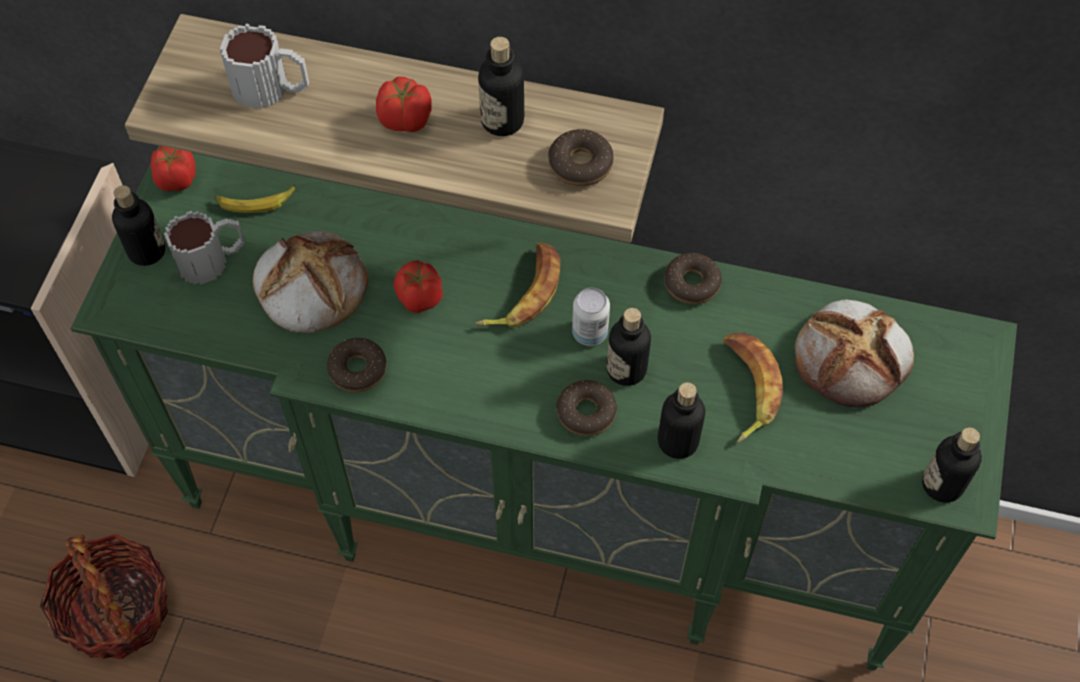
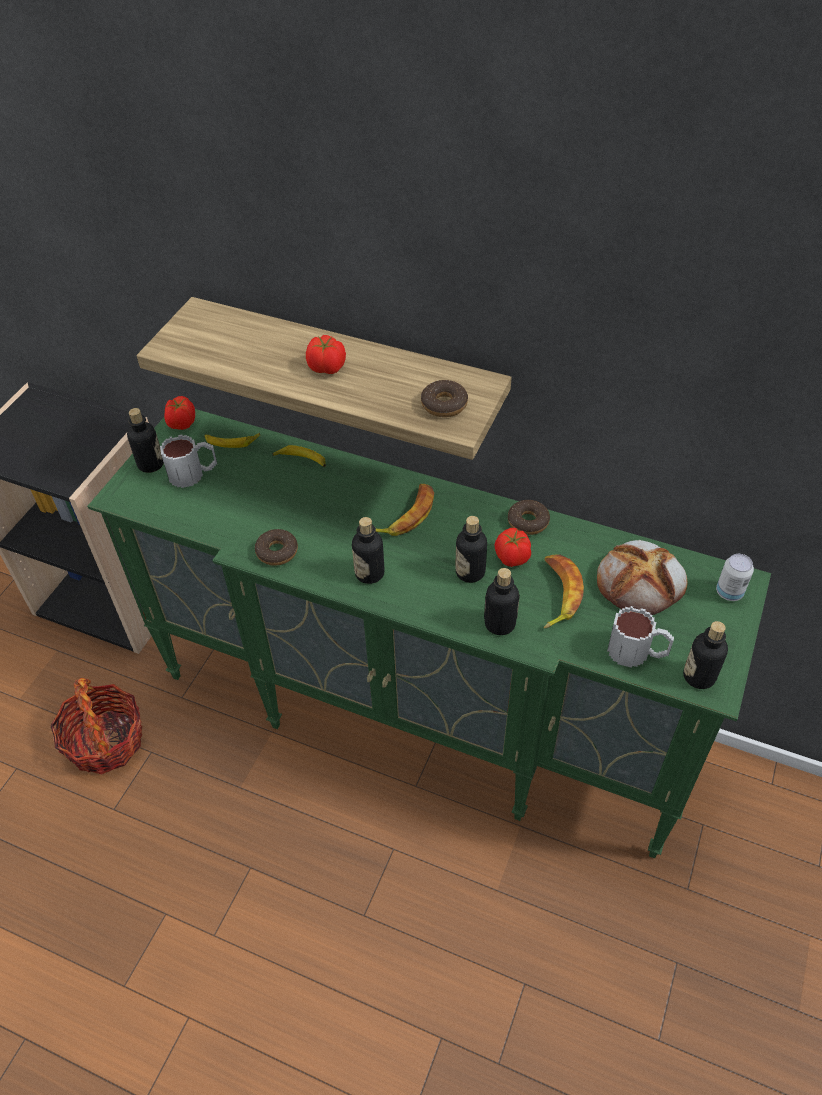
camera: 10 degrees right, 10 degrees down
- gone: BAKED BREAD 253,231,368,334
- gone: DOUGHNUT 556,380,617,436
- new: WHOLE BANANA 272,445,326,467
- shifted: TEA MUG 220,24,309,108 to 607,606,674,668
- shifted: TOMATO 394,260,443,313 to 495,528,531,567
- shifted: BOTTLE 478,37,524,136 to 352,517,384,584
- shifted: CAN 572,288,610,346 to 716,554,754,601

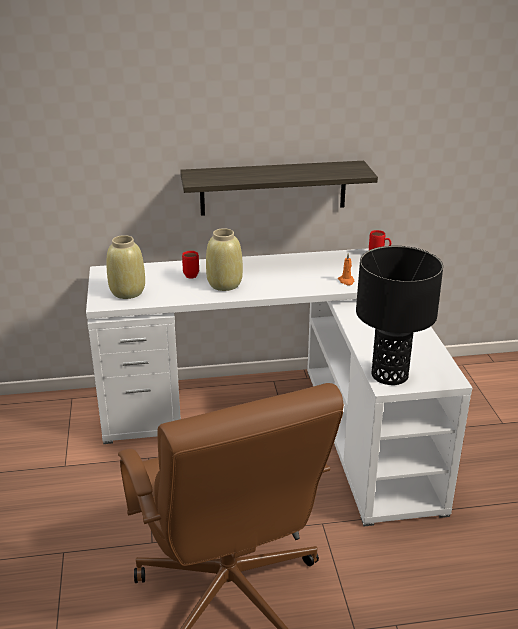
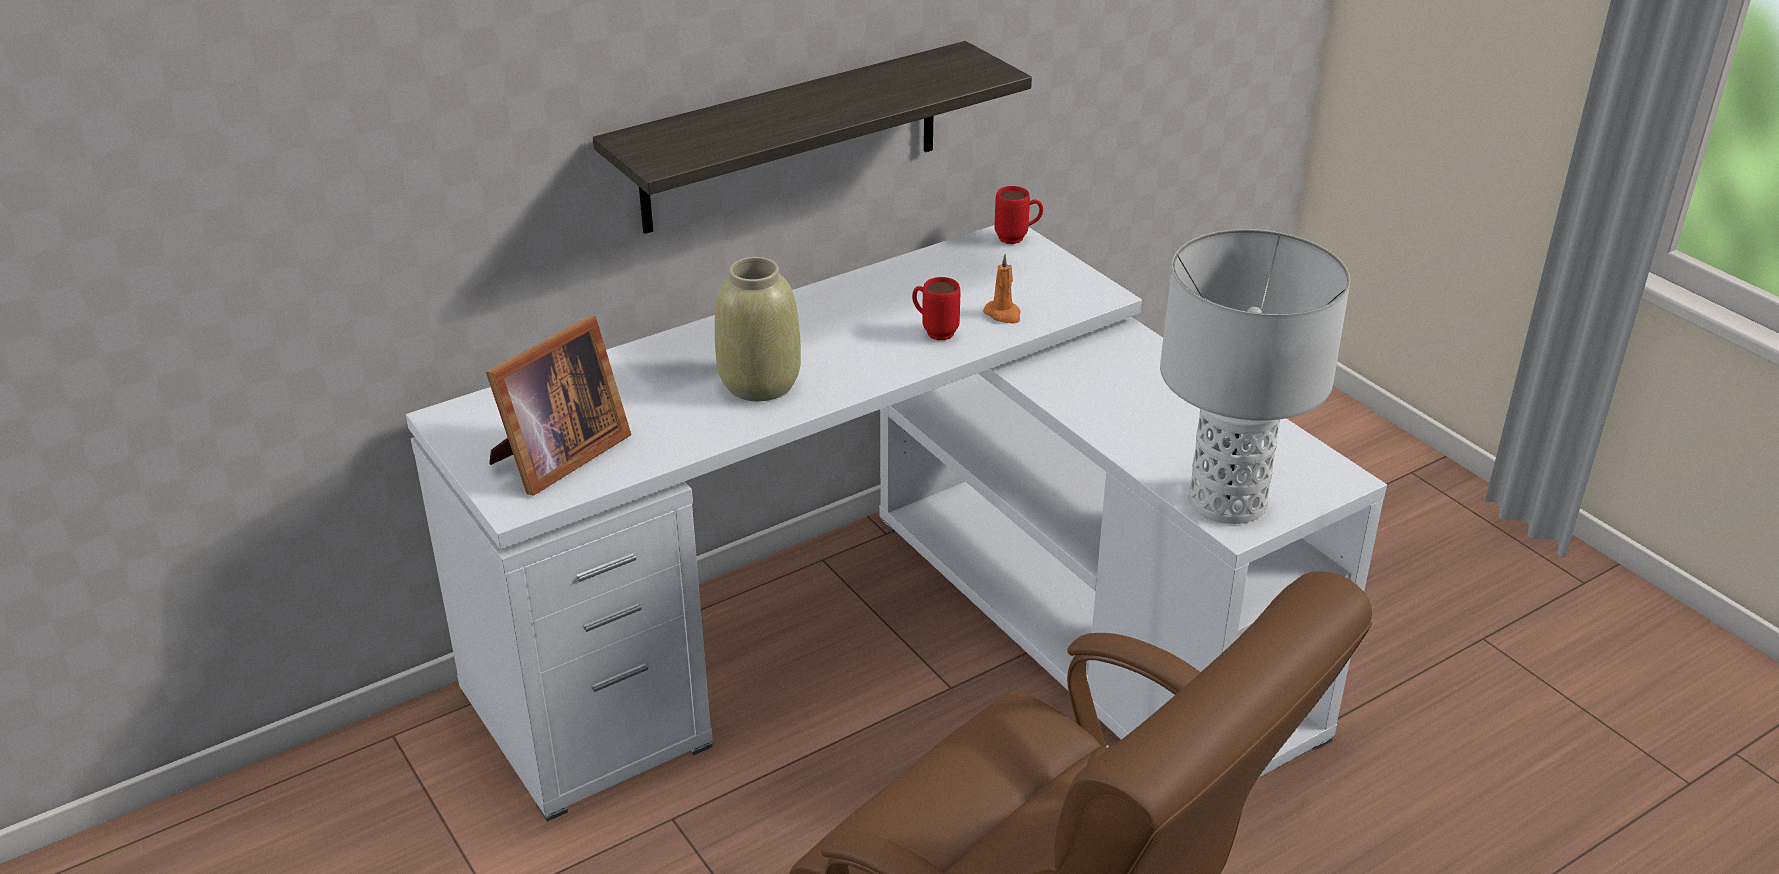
camera: 25 degrees left, 5 degrees up
- shifted: RED TEA MUG 182,251,199,279 to 912,277,960,340
- swapped: BEIGE-COLOURED DECORATIVE VASE 106,235,145,299 to STANDING FRAME 486,316,631,496
- repainted: BLACK LAMP FOR A TABLE 356,246,443,385 to WHITE LAMP FOR A TABLE 1160,229,1350,524

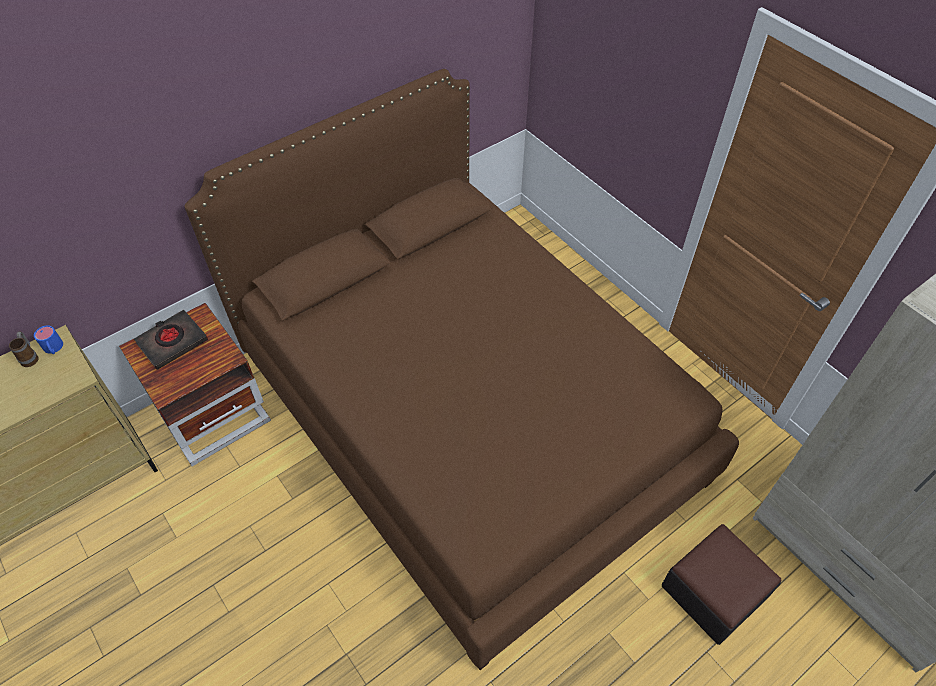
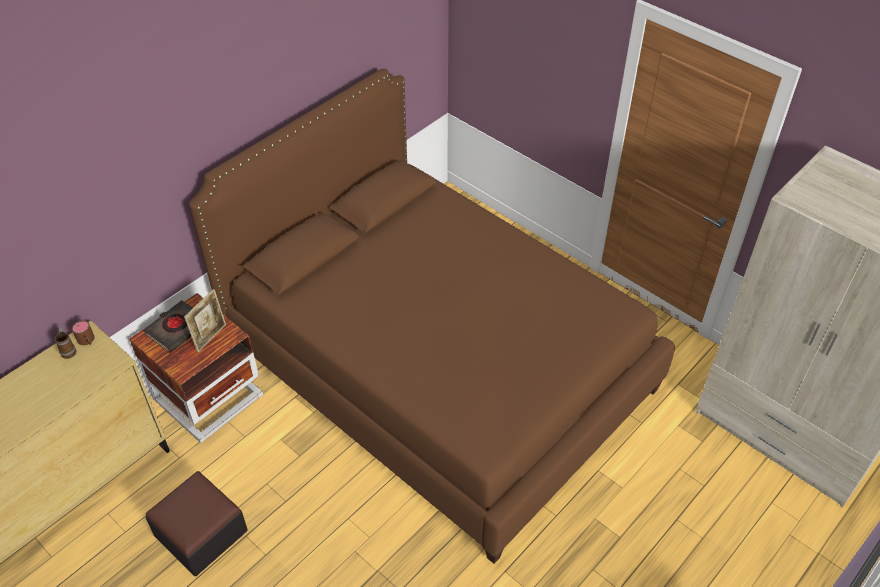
camera: 10 degrees left, 5 degrees down
- new: STANDING FRAME 184,289,226,353
- shifted: FOOTREST 662,524,781,645 to 146,471,248,576
- repainted: BLUISH TEA MUG 34,325,63,354 to BROWN TEA MUG 72,321,95,345

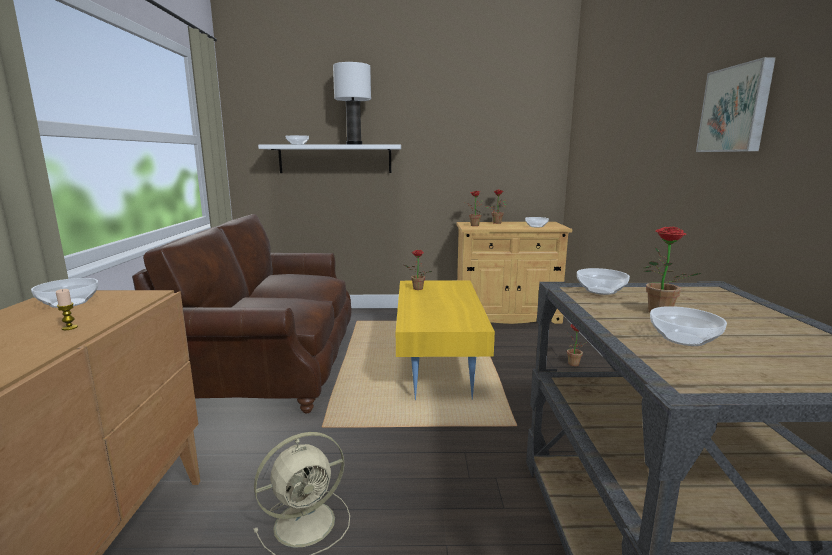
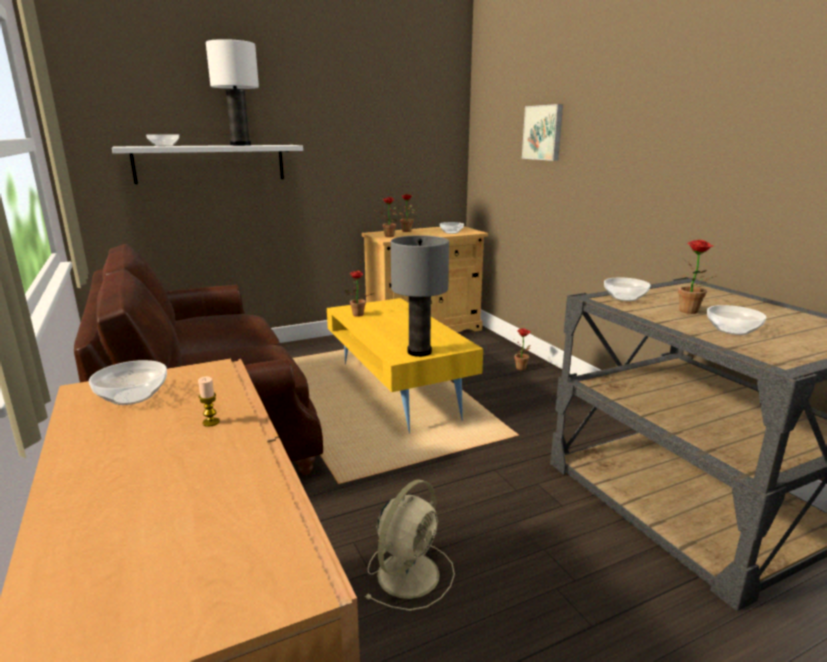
camera: 25 degrees left, 5 degrees up
- new: GREYISH LAMP FOR A TABLE 391,235,449,357
- shifted: WALL ART 696,57,776,152 to 522,104,563,161

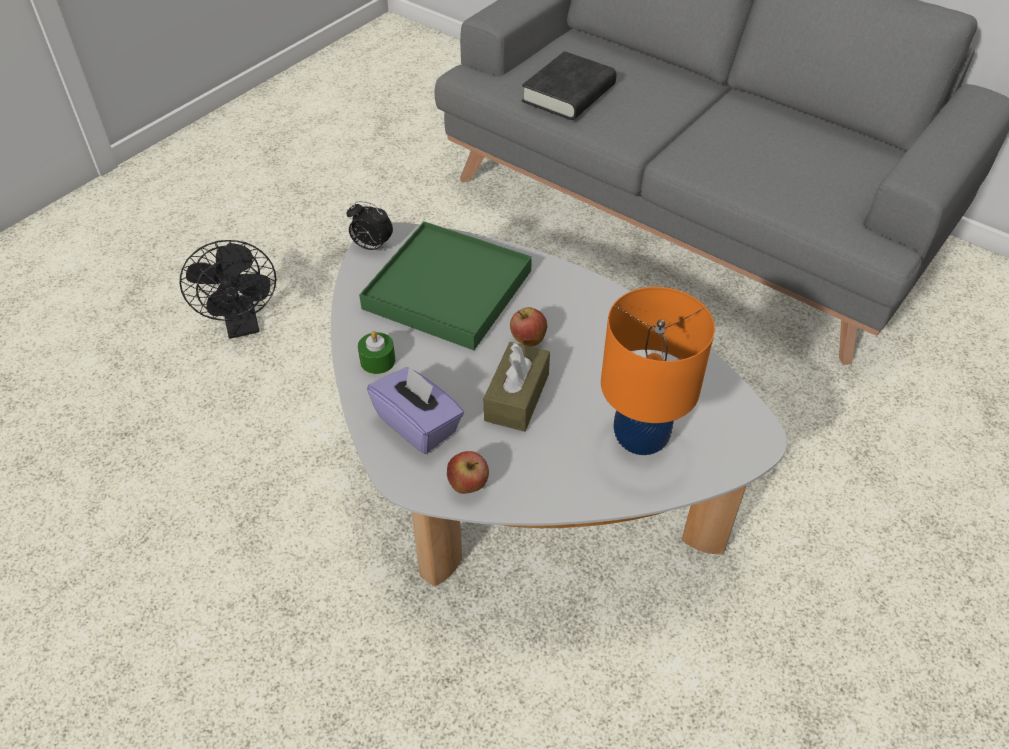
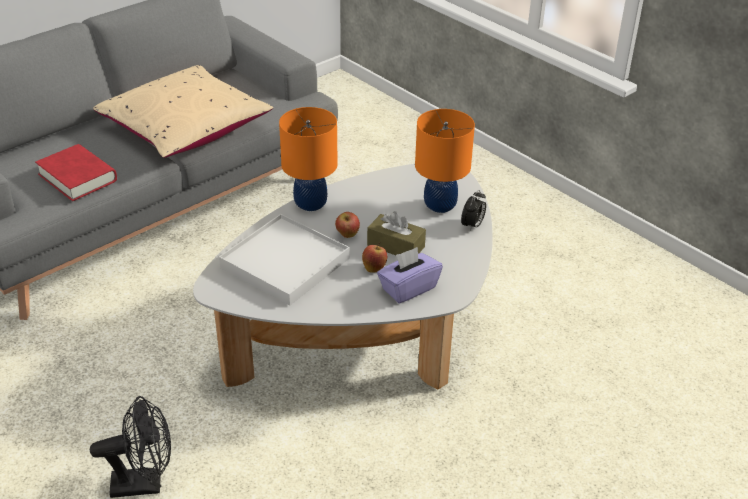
camera: 80 degrees left, 10 degrees down
- gone: GREENISH CANDLE 358,331,395,374
- new: BEIGE-COLOURED CUSHION 93,65,273,158
- new: ORANGEY LAMP FOR A TABLE 279,107,338,211
- shifted: BEDSIDE CLOCK 346,201,393,251 to 461,190,486,231
- shifted: WHOLE APPLE 447,451,489,494 to 362,242,387,273
- repainted: GREENISH CARRYING TRAY 359,221,532,350 to WHITE CARRYING TRAY 219,214,350,306
- repainted: BLACK BOUND BOOK 522,51,617,120 to RED BOUND BOOK 35,144,117,201

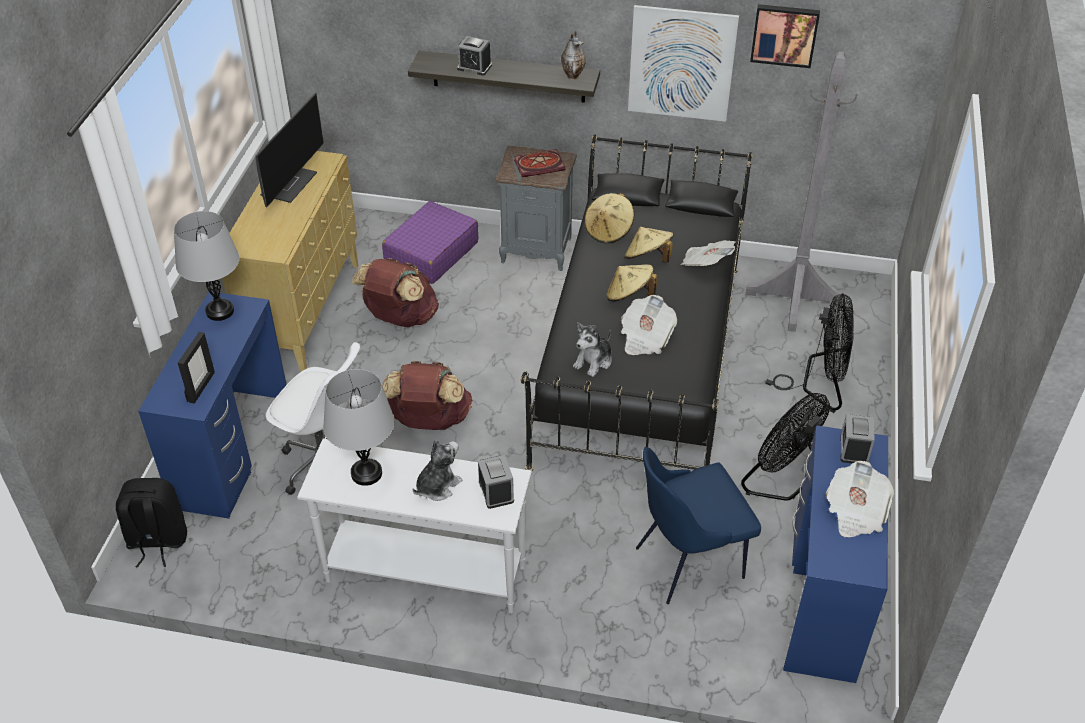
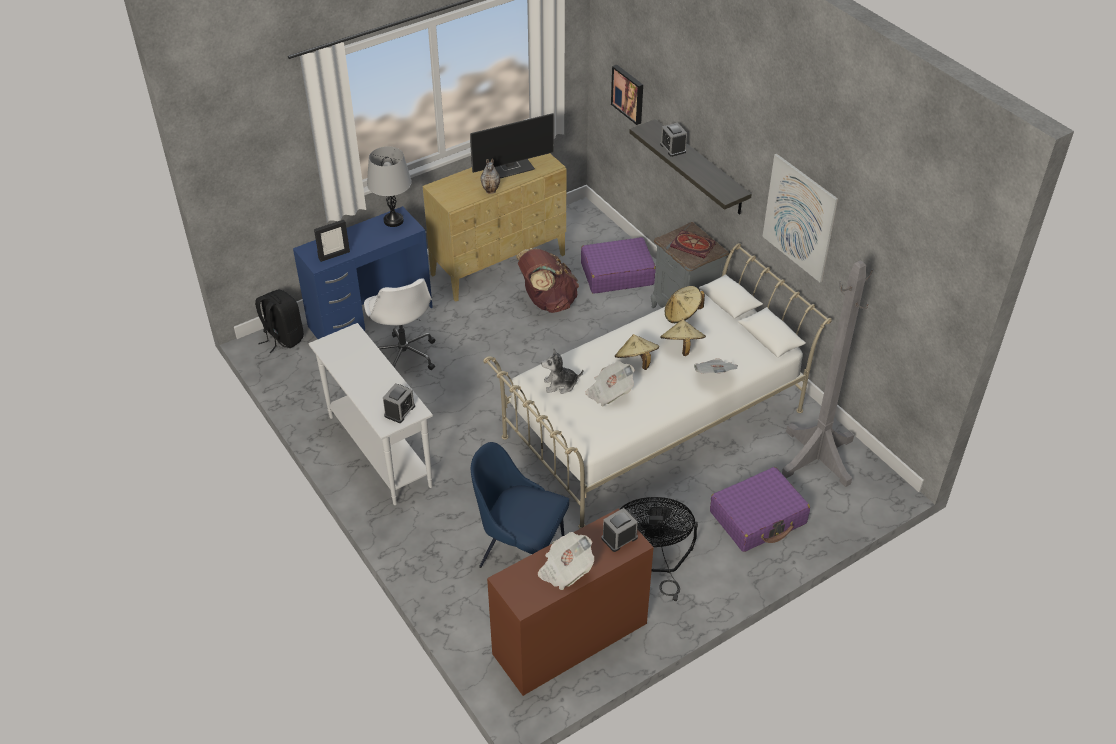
camera: 45 degrees right, 0 degrees up
- gone: GREYISH LAMP FOR A TABLE 323,369,395,486
- gone: BROWN BACKPACK 382,361,473,430
- gone: CUDDLY TOY 413,440,463,501
- shifted: DECORATIVE VASE 561,31,586,80 to 480,159,500,194
- shifted: WALL ART 750,4,820,68 to 611,65,643,125
- swapped: BLACK ELECTRIC FAN 764,293,854,413 to PURPLE SUITCASE 710,467,810,552
- repainted: BLACK BED 520,134,753,471 to WHITE BED 483,243,832,529
- repainted: BLUISH DESK UNIT 783,425,888,683 to BROWN DESK UNIT 487,508,654,696

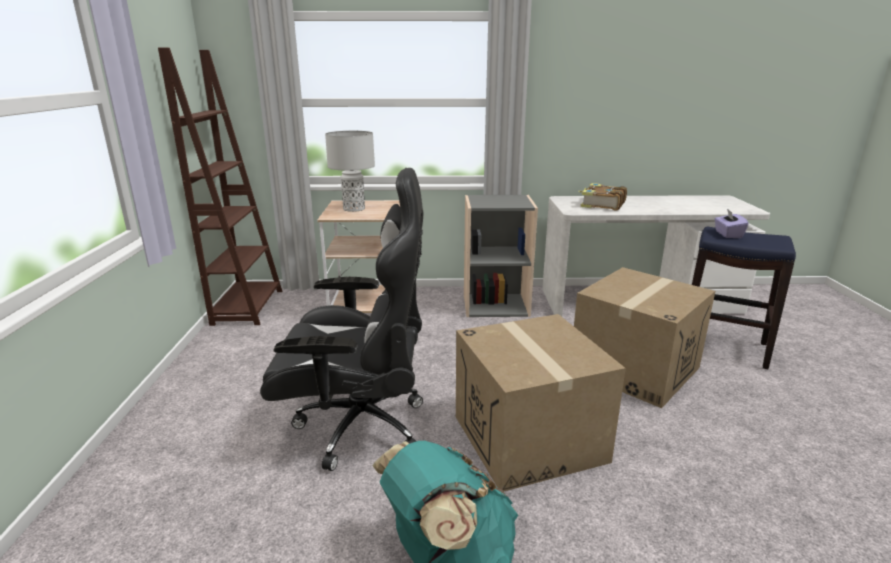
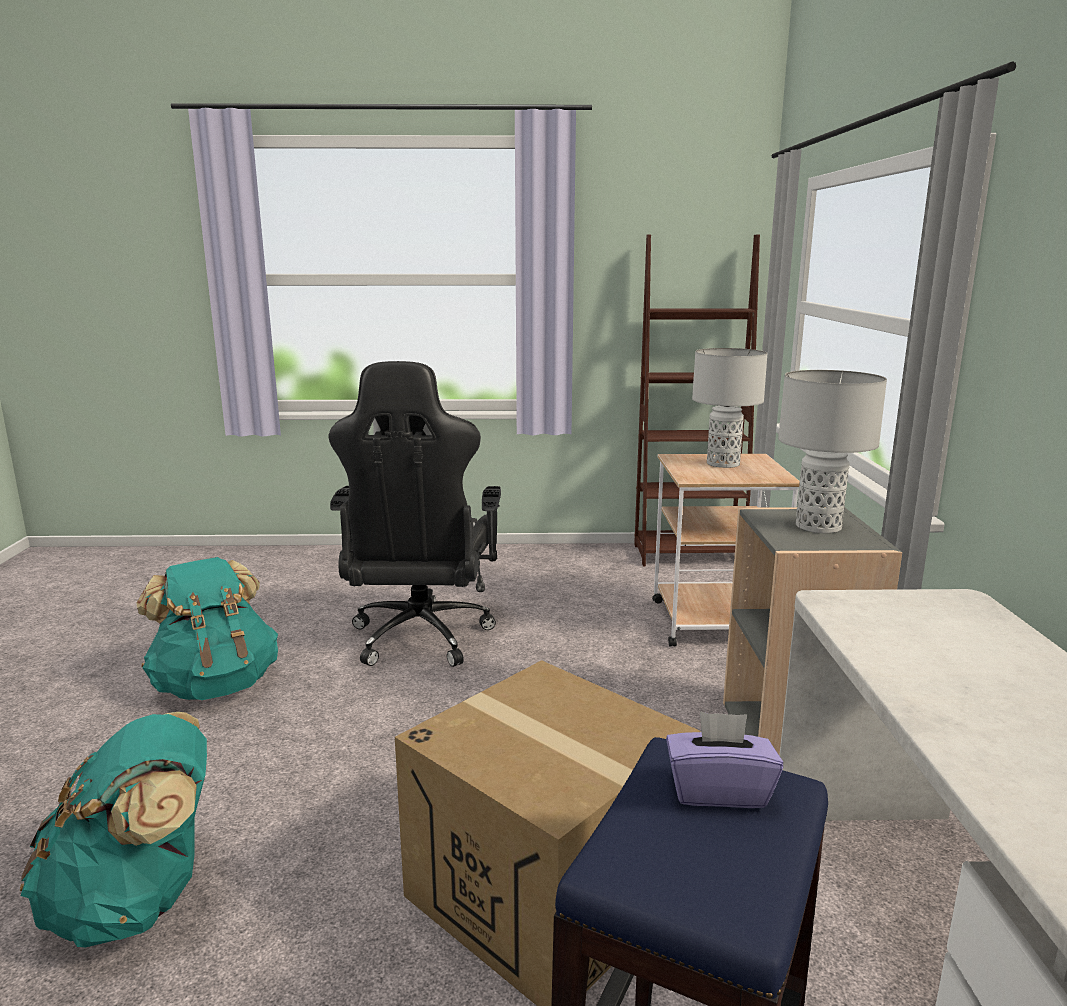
camera: 90 degrees right, 5 degrees down
- gone: PACKING BOX 456,314,626,491
- gone: BOUND BOOK 578,183,627,211
- new: TURQUOISE-COLOURED BACKPACK 20,712,207,947
- new: WHITE LAMP FOR A TABLE 778,370,887,533

